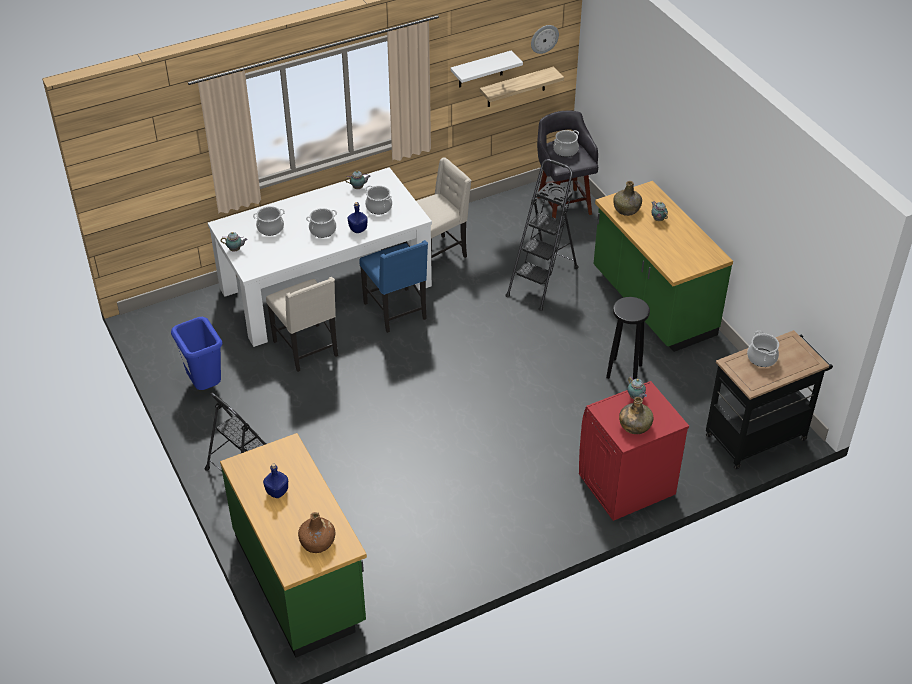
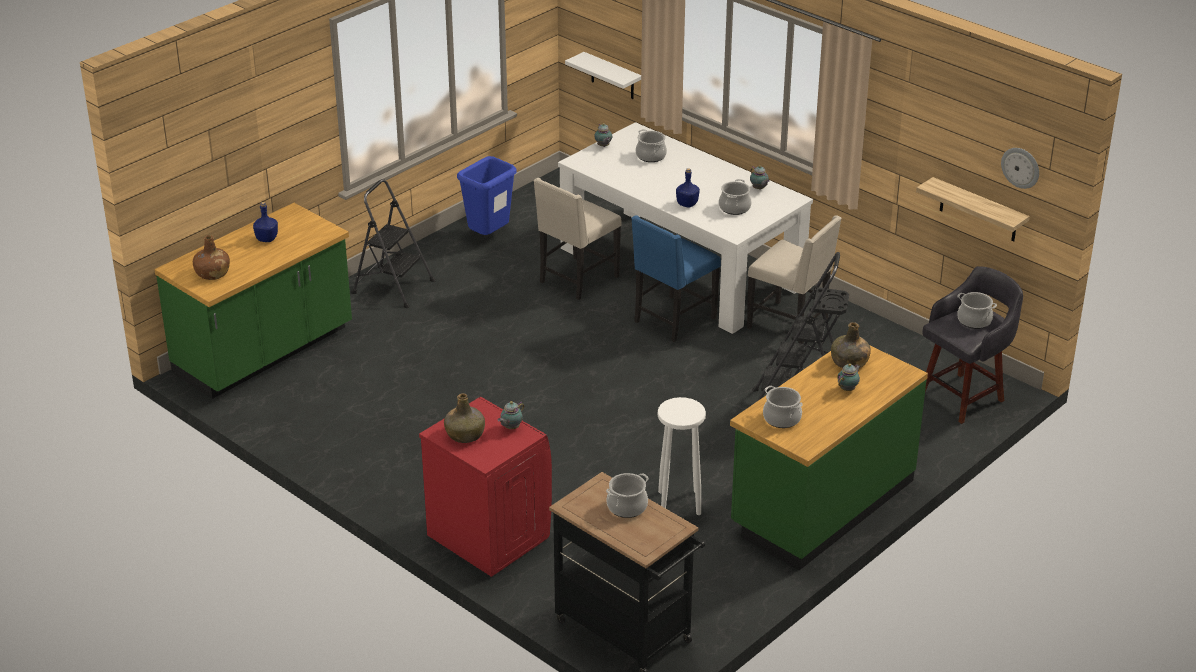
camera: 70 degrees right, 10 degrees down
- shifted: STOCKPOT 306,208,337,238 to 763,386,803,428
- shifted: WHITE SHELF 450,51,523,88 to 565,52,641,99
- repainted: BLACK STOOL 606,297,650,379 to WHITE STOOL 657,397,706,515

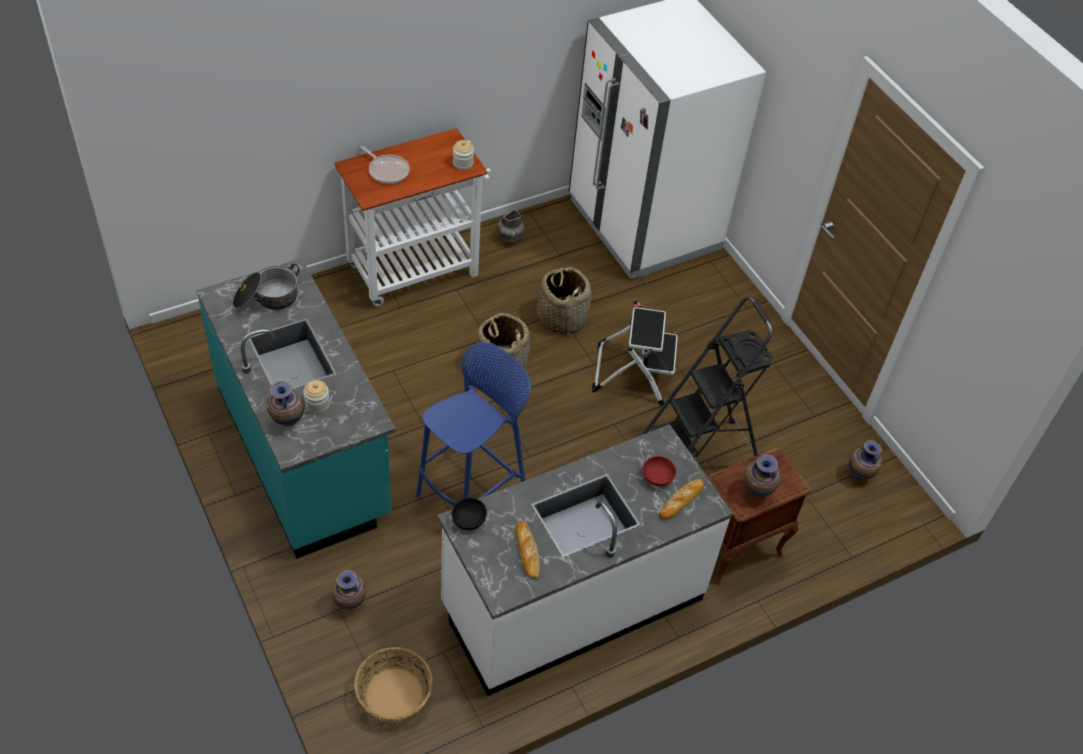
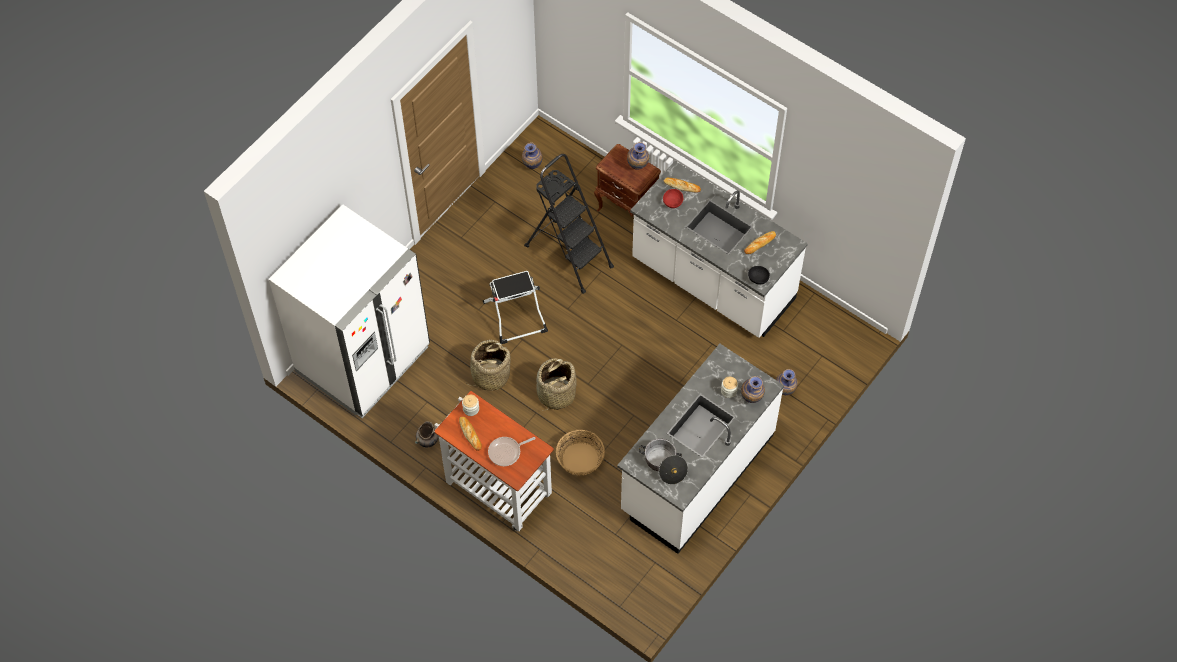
camera: 110 degrees left, 10 degrees up
- gone: BLUISH STOOL 416,342,531,506
- new: BAKED BREAD 459,417,482,451
- shifted: HOUSEHOLD BASKET 354,647,433,722 to 556,430,605,476
- repainted: TURQUOISE-COLOURED COUNTER 196,258,396,559 to WHITE COUNTER 617,344,784,554
- rotated: FRYING PAN 360,146,410,184 = 488,437,535,466 135 degrees counterclockwise

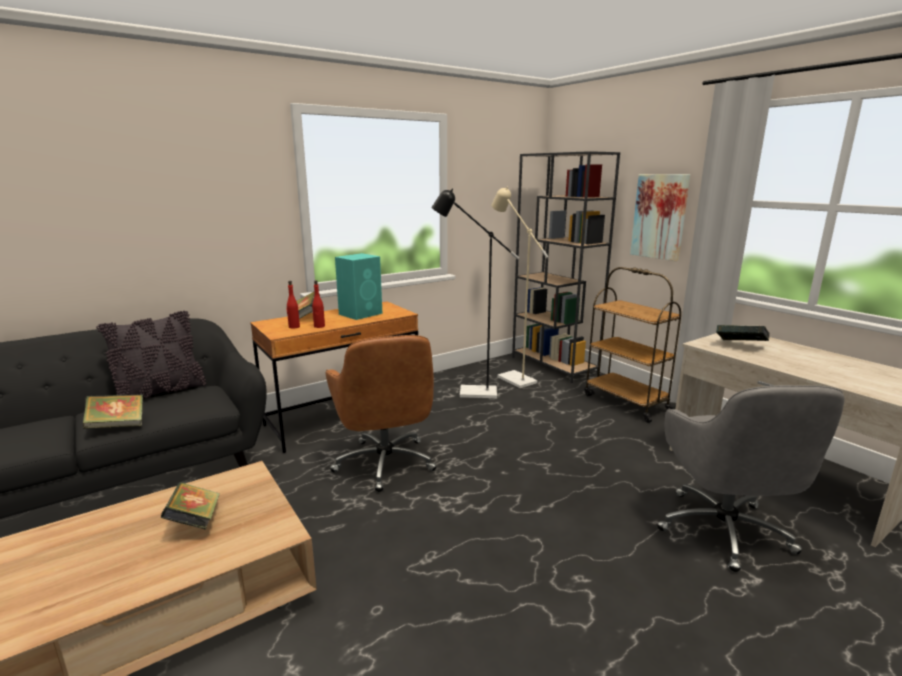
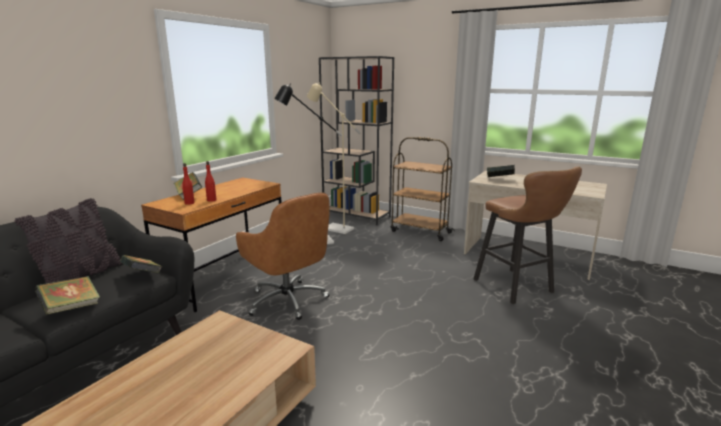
camera: 25 degrees left, 0 degrees up
- gone: TURQUOISE-COLOURED SPEAKER 335,253,383,320
- gone: WALL ART 630,174,690,261
- shifted: BOUND BOOK 161,482,220,530 to 120,255,162,274
- swapped: GREYISH DESK CHAIR 657,385,845,572 to BROWN STOOL 473,166,582,304

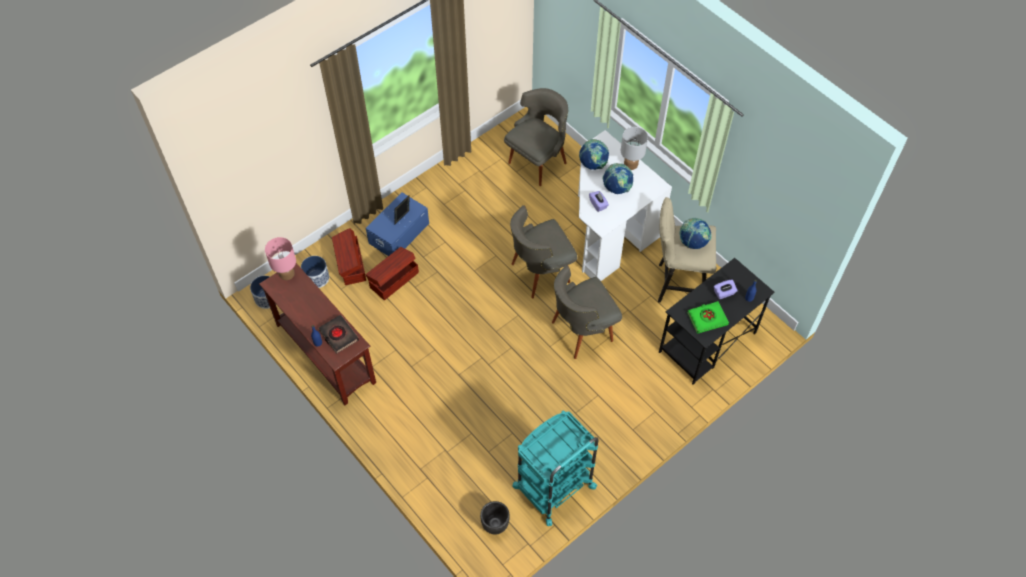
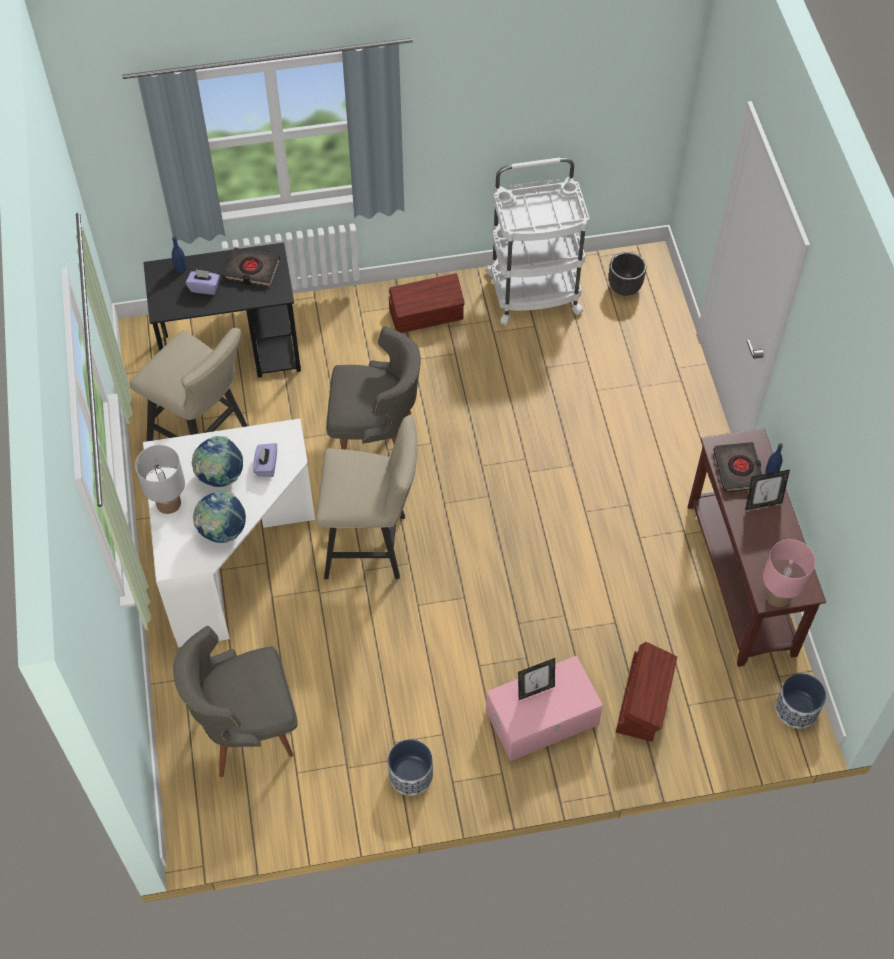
camera: 150 degrees left, 0 degrees up
- gone: WORLD GLOBE 679,218,712,249
- new: STANDING FRAME 745,469,790,510
- shifted: FLOWER POT 301,256,329,288 to 388,739,433,795
- shifted: BROWN STORAGE BOX 366,247,419,300 to 389,273,465,333
- swapped: GREYISH PLAIN CHAIR 510,205,577,299 to BEIGE-COLOURED STOOL 316,415,418,579
- repainted: BLUISH STORAGE BOX 366,192,429,256 to PINKISH STORAGE BOX 486,655,603,761
- repainted: TURQUOISE-COLOURED TROLLEY 512,411,598,526 to WHITE TROLLEY 486,158,590,325
- repainted: GREENISH BOUND BOOK 687,301,729,333 to BLACK BOUND BOOK 224,248,280,287

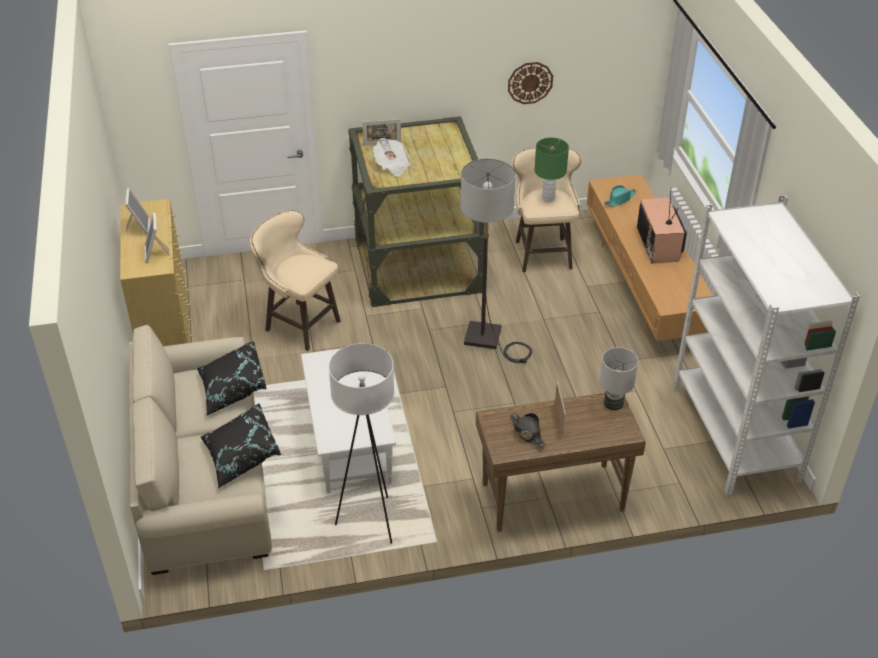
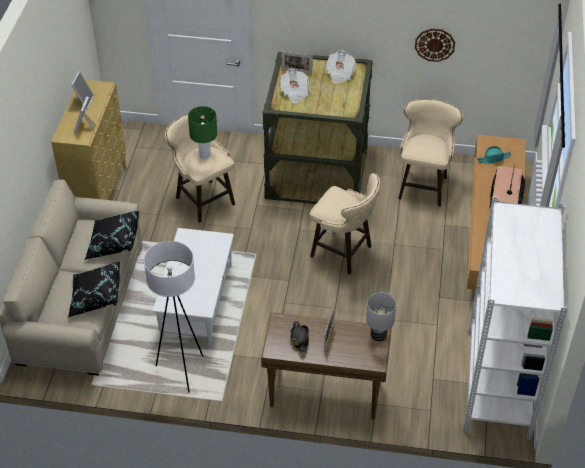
camera: 20 degrees right, 5 degrees up
- new: PRINTED PAPER 326,50,356,84
- shifted: GREENISH LAMP FOR A TABLE 534,138,569,202 to 188,106,217,159
- swapped: STANDARD LAMP 461,159,532,363 to BEIGE-COLOURED STOOL 310,173,380,274

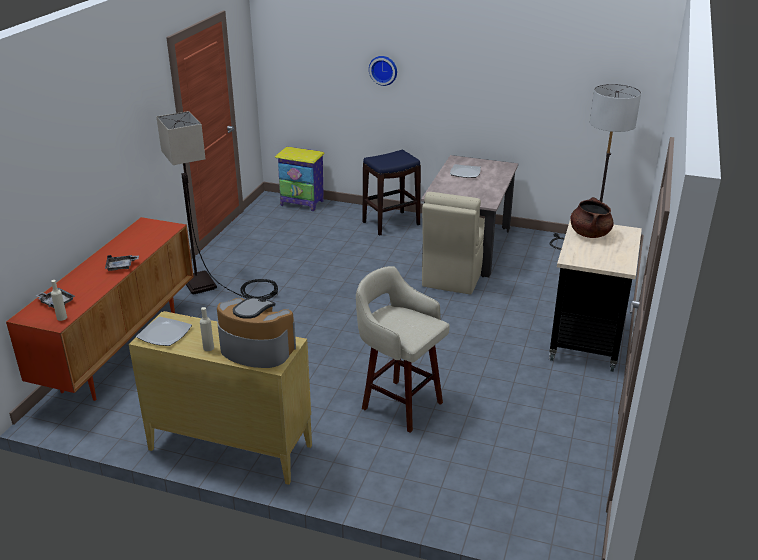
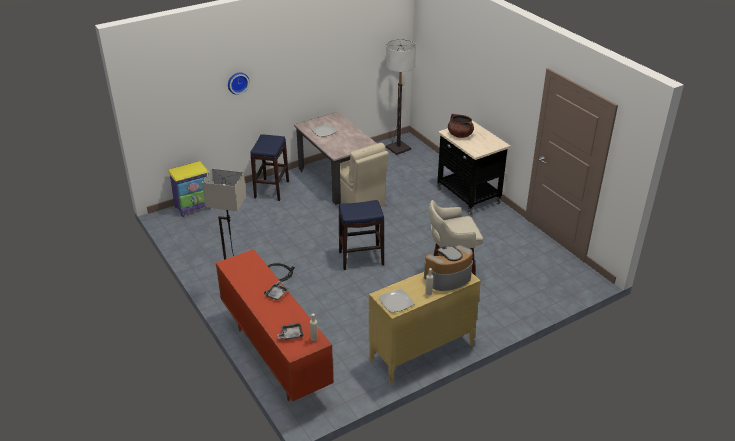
camera: 50 degrees left, 5 degrees up
- new: STOOL 339,200,384,270

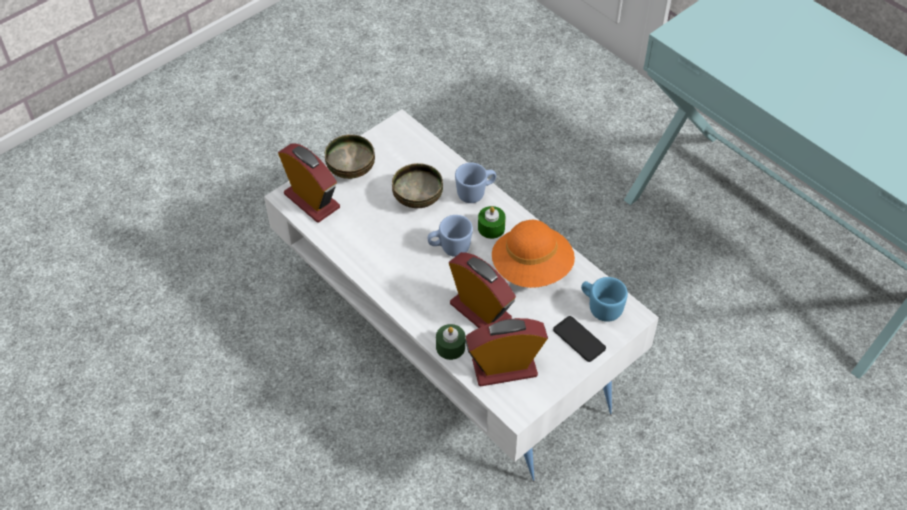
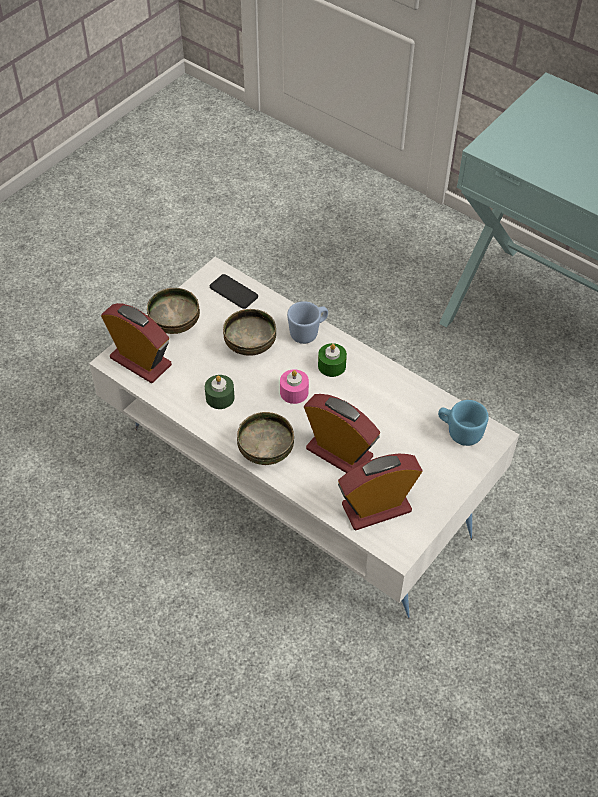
camera: 10 degrees left, 0 degrees up
- gone: ORANGEY HAT 492,220,575,288
- new: BOWL 237,412,294,465
- shifted: GREENISH CANDLE 436,324,465,360 to 205,375,234,409
- shifted: TELEPHONE 553,316,606,362 to 210,274,258,309
- swapped: BLUISH TEA MUG 428,215,473,257 to PINKISH CANDLE 280,369,309,404

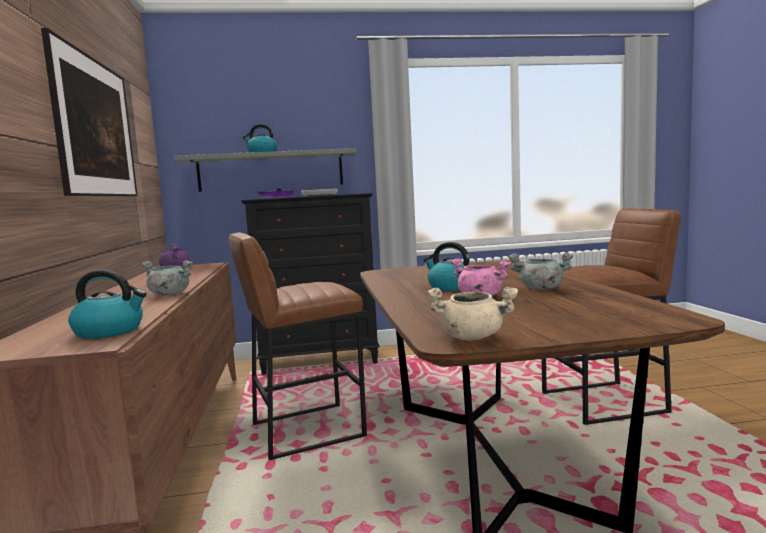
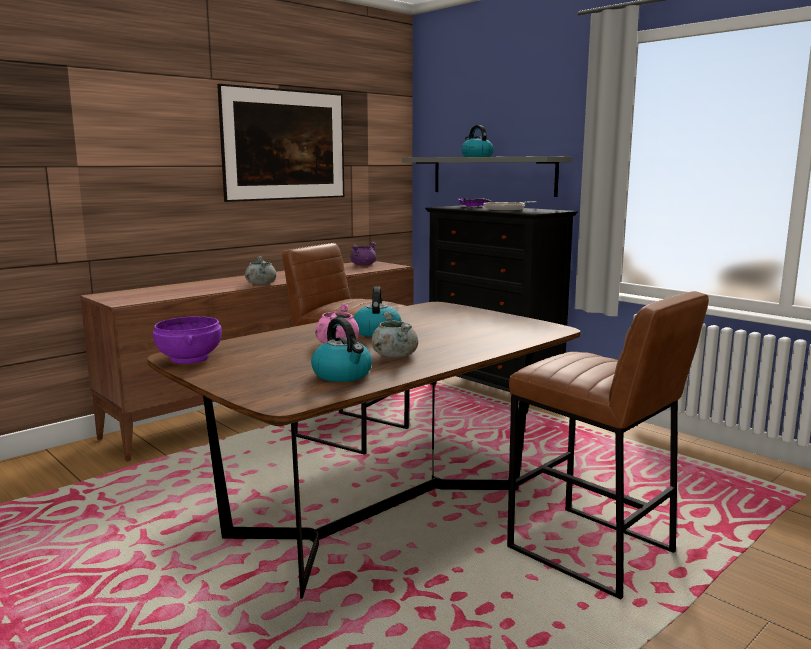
camera: 55 degrees right, 5 degrees up
- shifted: WATER KETTLE 68,270,147,339 to 311,318,372,382
- swapped: BEIGE-COLOURED STOCKPOT 427,287,518,341 to PURPLE BOWL 153,317,222,364

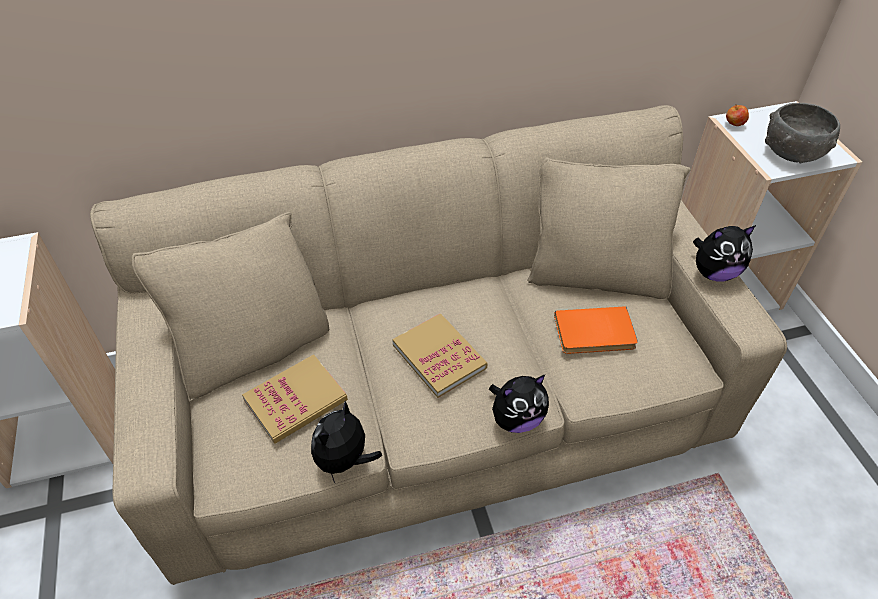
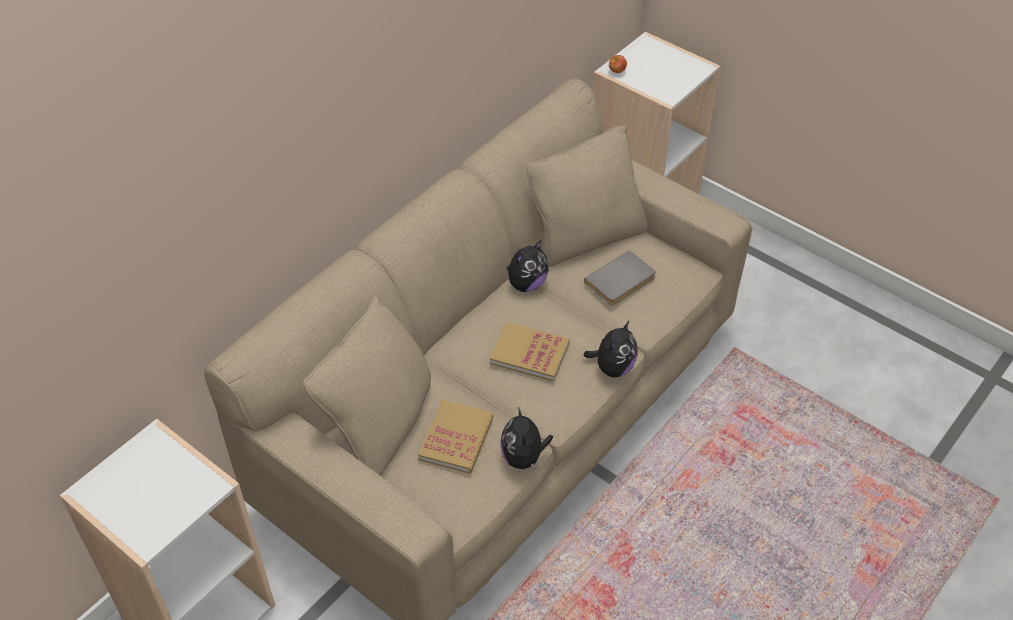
camera: 35 degrees left, 0 degrees up
- gone: GREYISH BOWL 765,103,840,163
- shifted: CUDDLY TOY 693,225,756,281 to 507,239,549,292
- repainted: ORANGEY BOUND BOOK 554,306,638,354 to GREYISH BOUND BOOK 584,250,656,305

